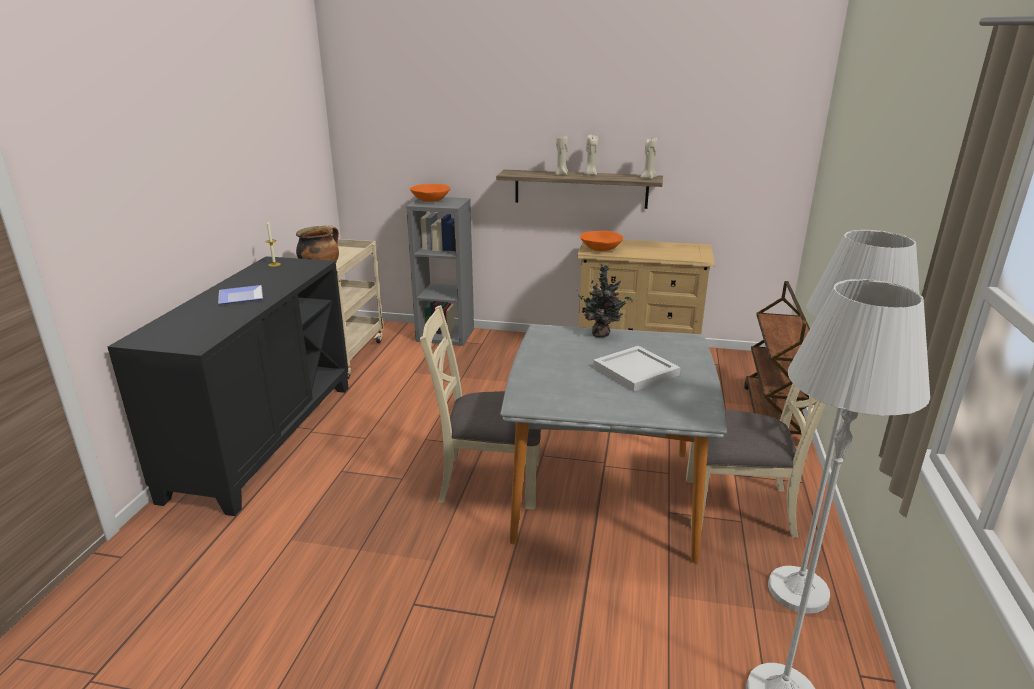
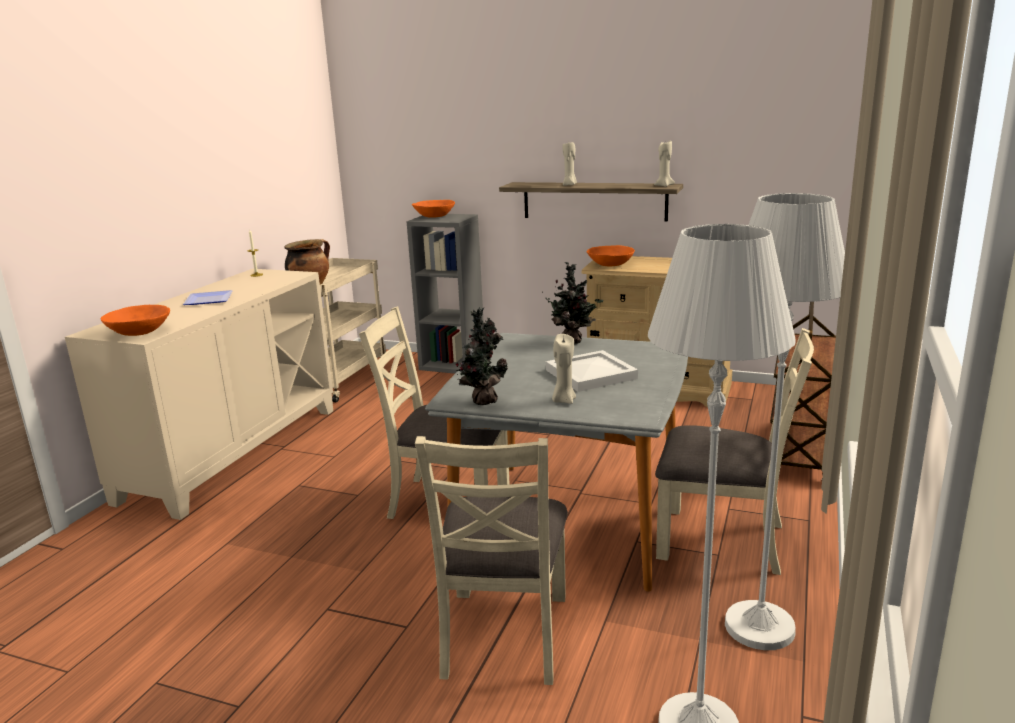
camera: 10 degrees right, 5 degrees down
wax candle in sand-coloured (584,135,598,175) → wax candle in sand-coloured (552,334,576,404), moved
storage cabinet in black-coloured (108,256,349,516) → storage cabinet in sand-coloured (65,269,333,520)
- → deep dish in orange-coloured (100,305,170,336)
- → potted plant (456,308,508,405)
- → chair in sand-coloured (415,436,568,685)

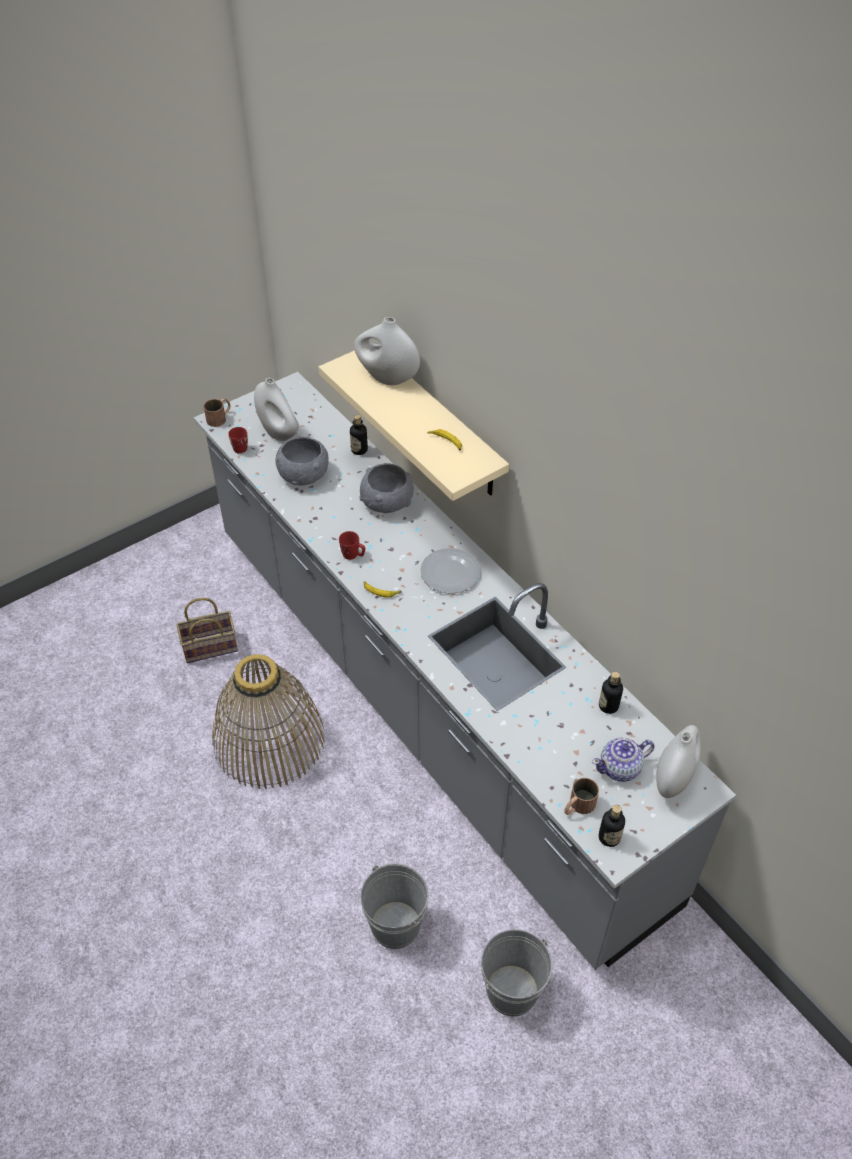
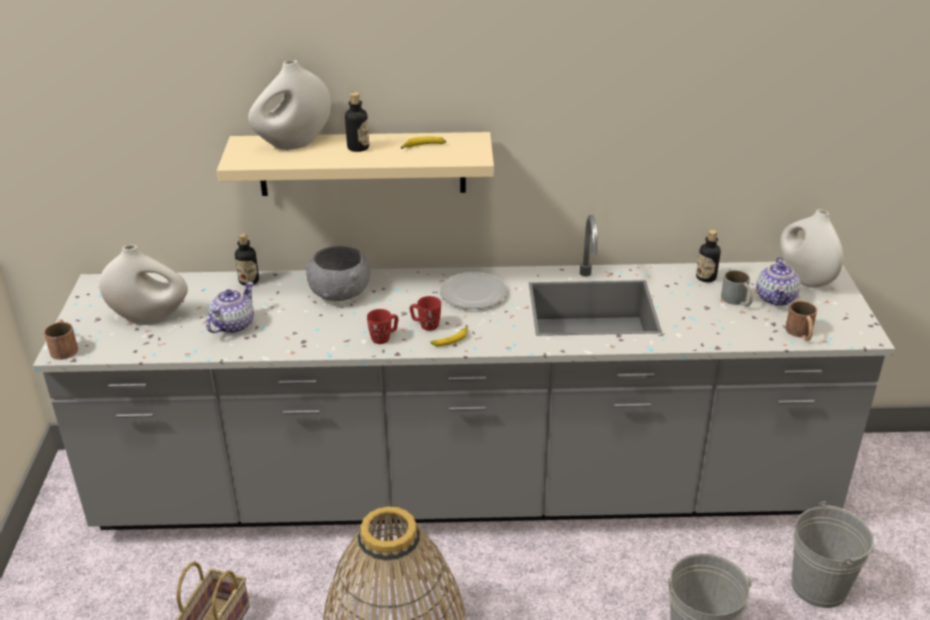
camera: 55 degrees left, 15 degrees down
tea mug in red (229,427,248,454) → tea mug in red (410,296,441,331), moved
deep dish in greyish (275,436,329,485) → pot for tea (206,282,254,333)
bottle (599,805,625,847) → bottle (345,92,369,152), moved
- → tea mug in greyish (721,270,753,306)

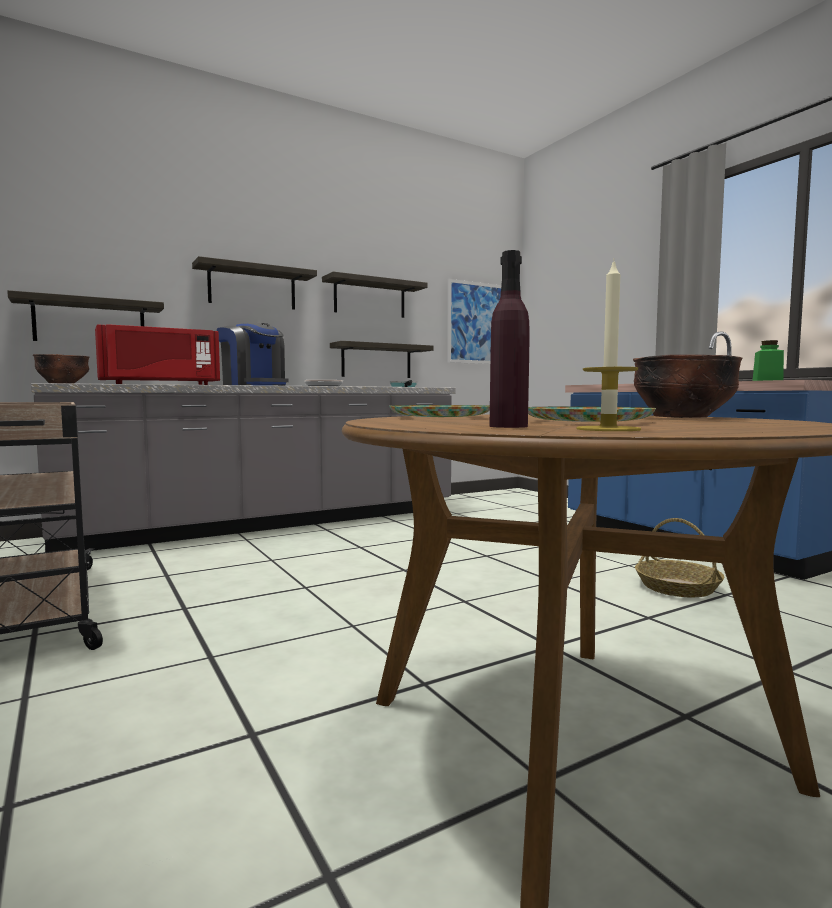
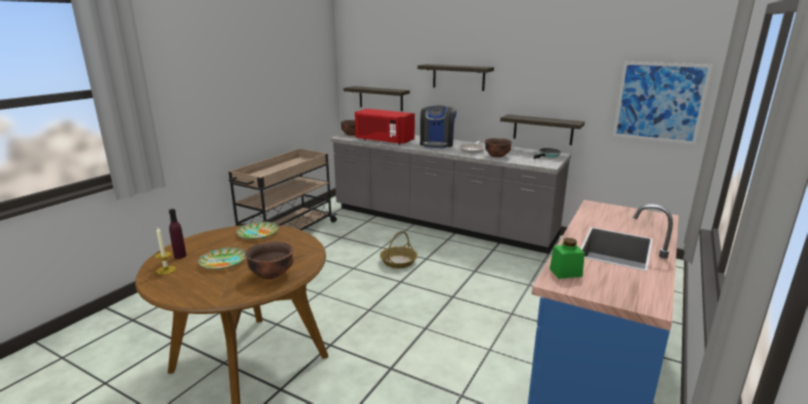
camera: 60 degrees right, 15 degrees up
wall shelf (322,272,428,318) → -
storage basket (635,518,724,597) → storage basket (380,231,418,268), moved
- → deep dish in brown-coloured (485,138,512,157)

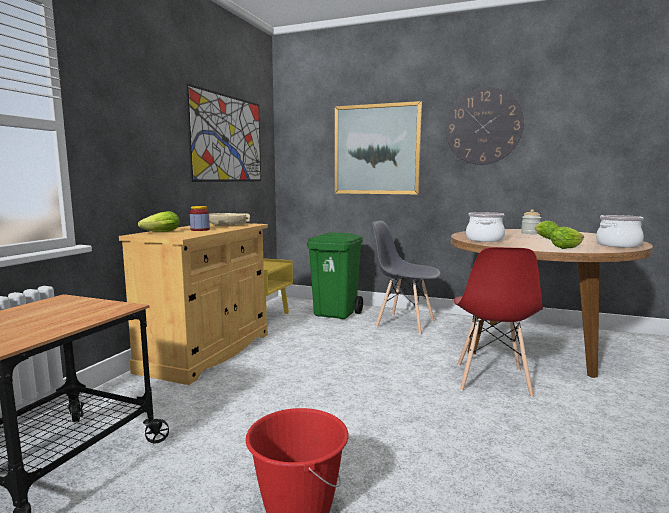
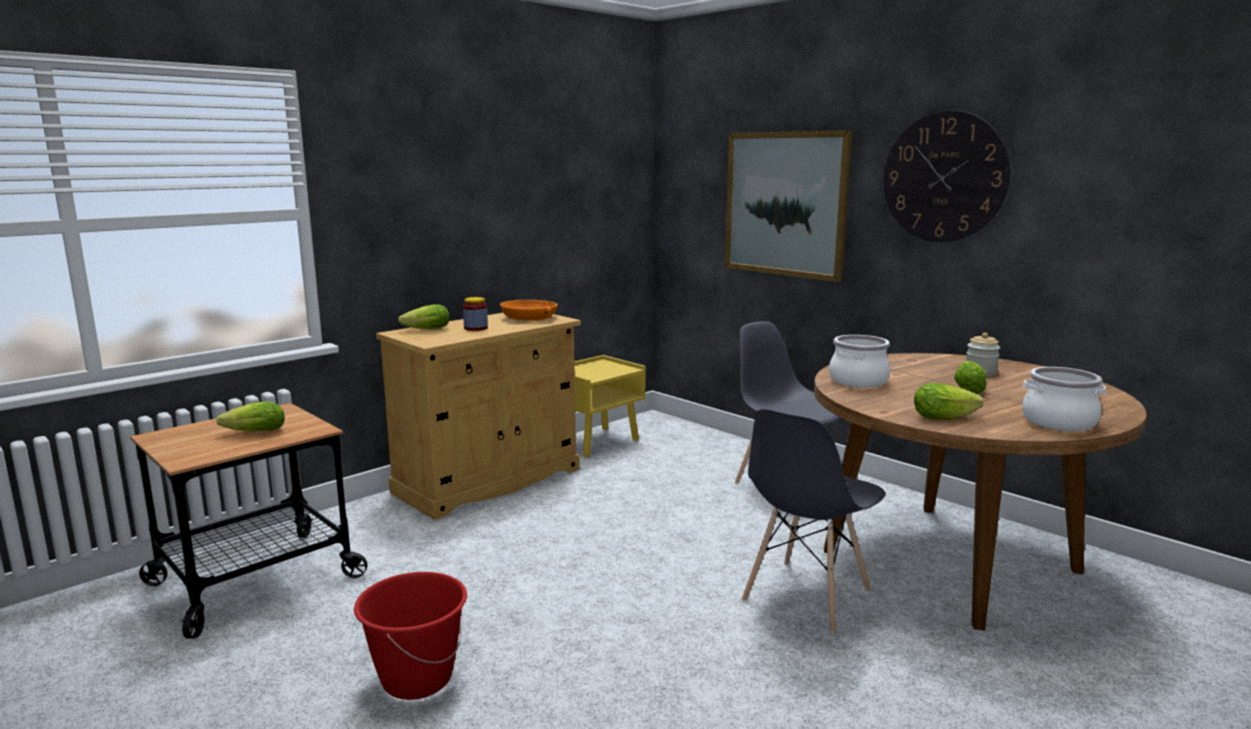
camera: 25 degrees right, 5 degrees up
picture (185,83,261,182) → -
deep dish in sand-coloured (209,213,250,225) → deep dish in orange-coloured (500,300,558,320)
trash can in green (307,232,363,319) → -
chair in red (454,247,543,398) → chair in greyish (742,409,885,634)
- → head of lettuce (216,401,285,432)

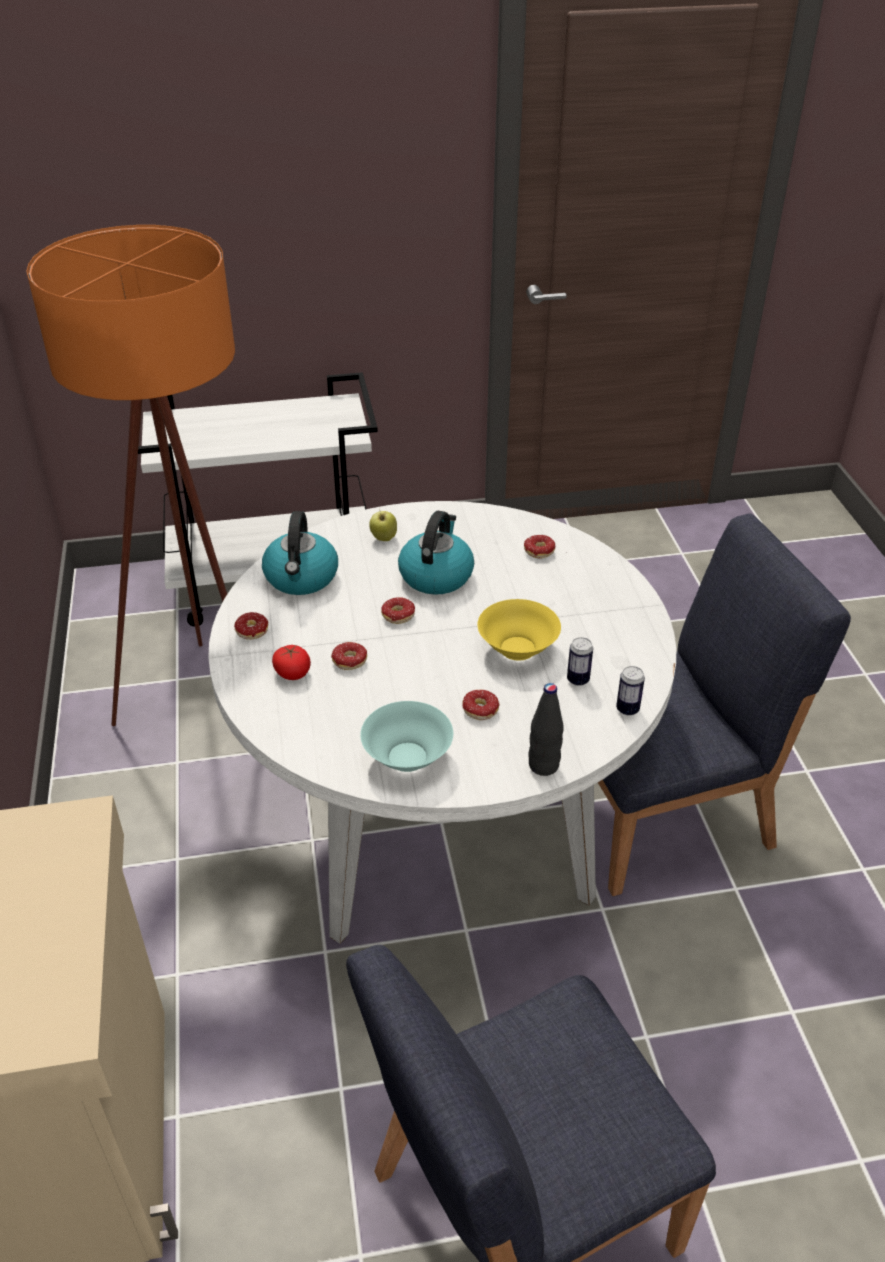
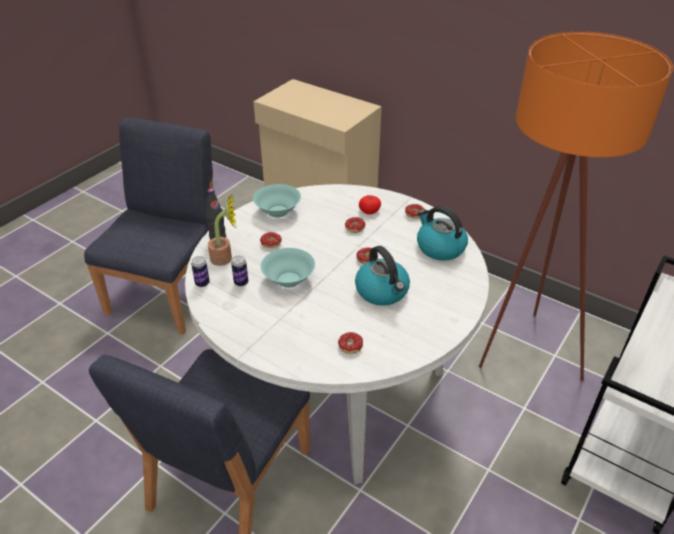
camera: 135 degrees right, 0 degrees up
apple (369,511,397,541) → -
deep dish in yellowish (477,599,561,660) → deep dish in blue-green (261,248,315,288)
- → potted plant (208,193,237,266)

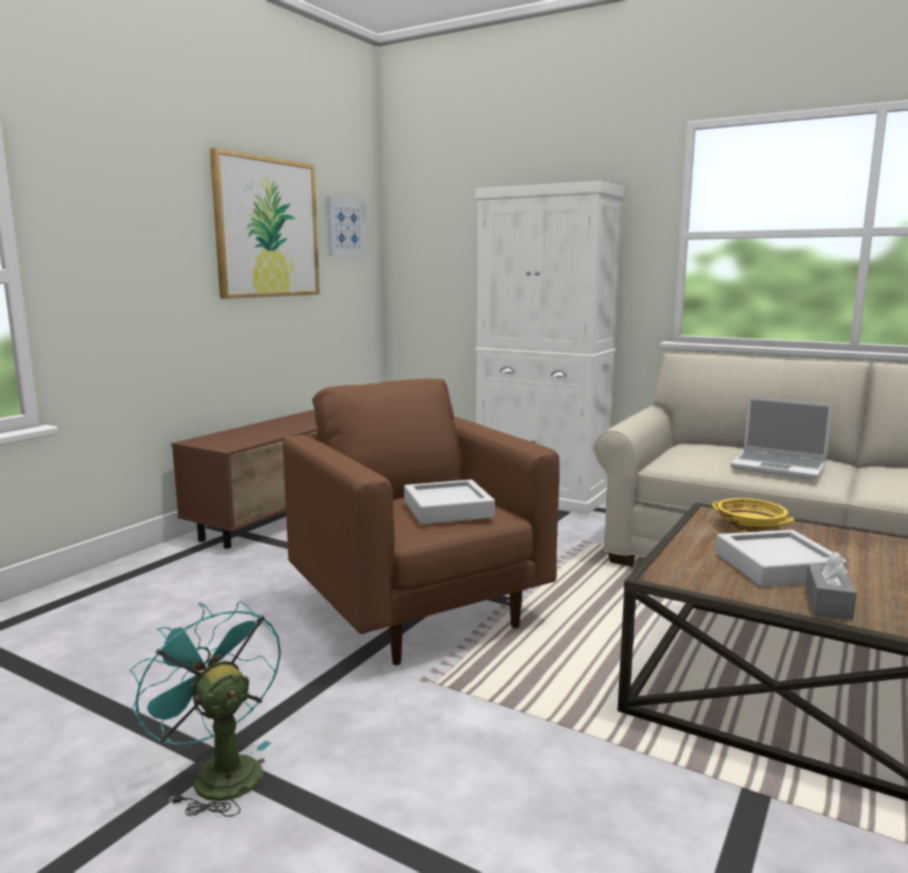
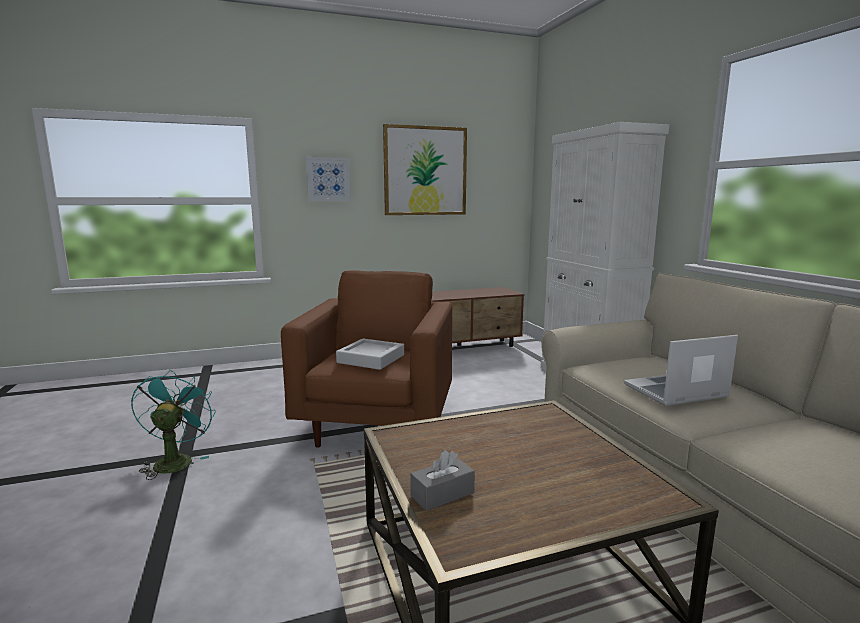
camera: 40 degrees right, 0 degrees up
picture (326,197,366,256) → picture (306,157,351,201), moved
portable computer (730,397,833,480) → portable computer (624,335,738,406), 90 degrees clockwise
deep dish in yellowish (712,498,794,532) → -
tray in greyish (716,530,847,587) → -

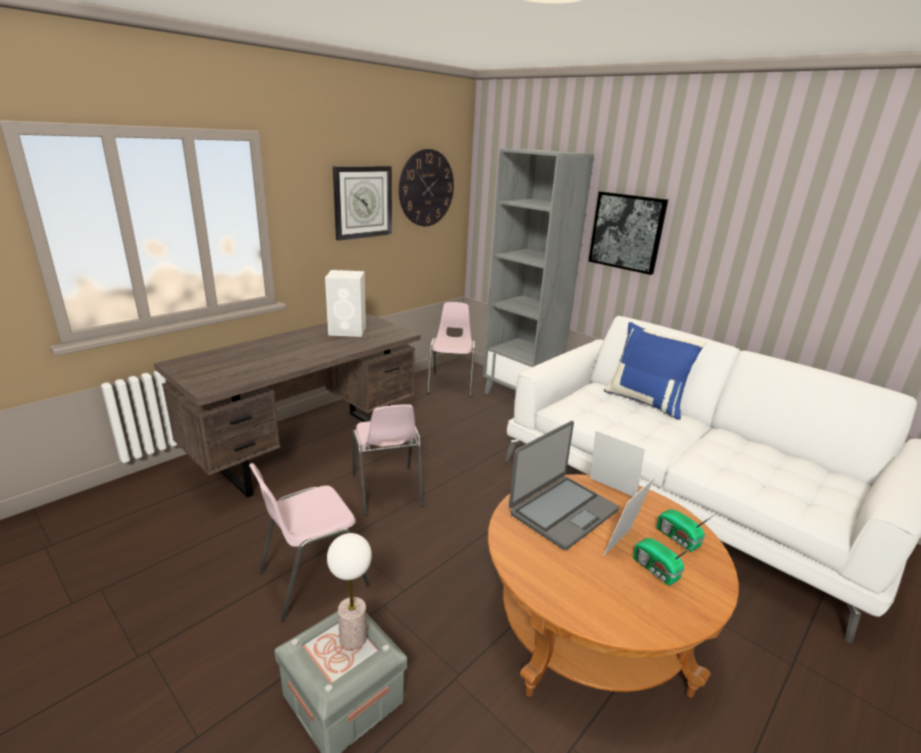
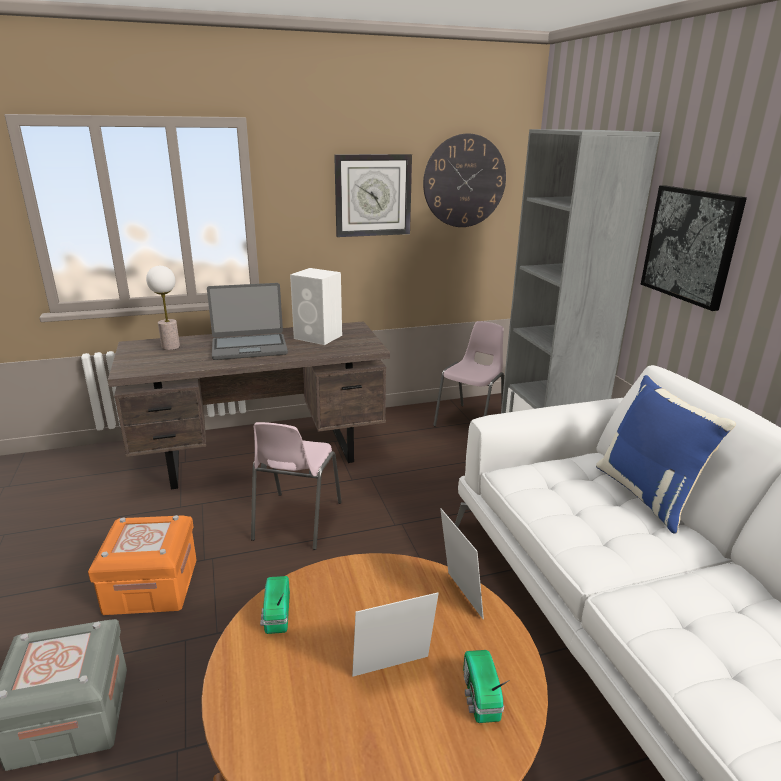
camera: 30 degrees right, 0 degrees up
portable computer (509,421,619,550) → portable computer (207,283,288,360), moved
chair in pink (249,463,370,622) → storage box in orange-coloured (88,515,197,615)
table lamp (327,533,372,649) → table lamp (146,266,180,350), moved
radio receiver (633,538,694,586) → radio receiver (260,576,290,634), moved

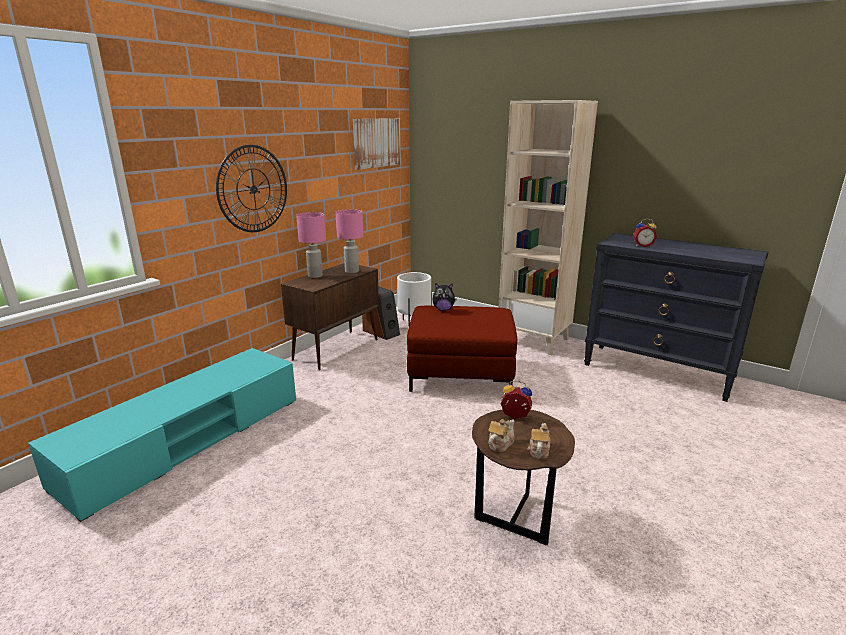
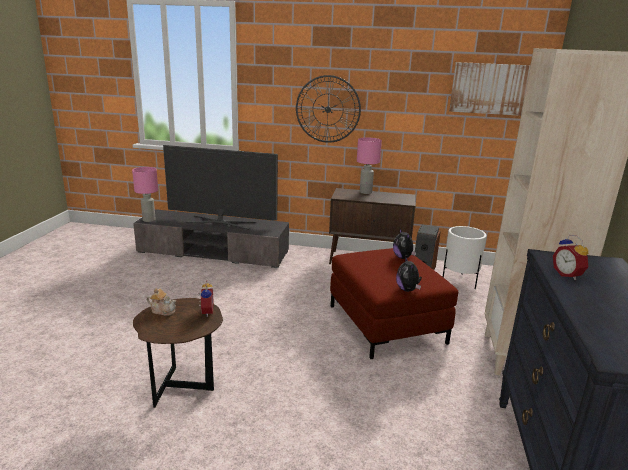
camera: 65 degrees right, 0 degrees up
table lamp in pink (335,209,363,273) → table lamp in pink (132,167,158,222), moved
tv stand in blue-green (28,348,296,522) → tv stand in greyish (133,209,289,268)
pot for tea (527,423,551,459) → -
- → television (163,145,278,230)
- → plush toy (396,256,422,292)

